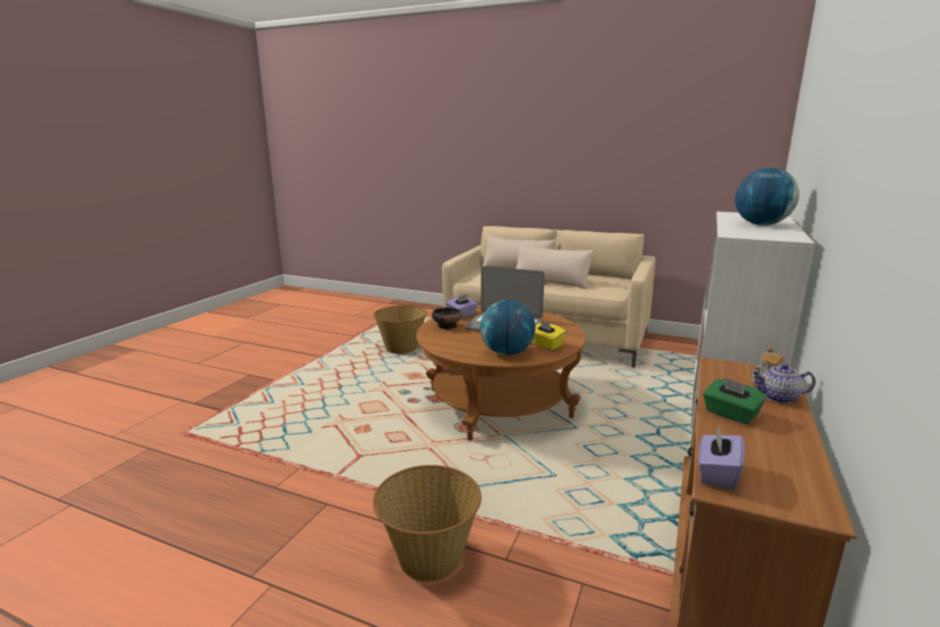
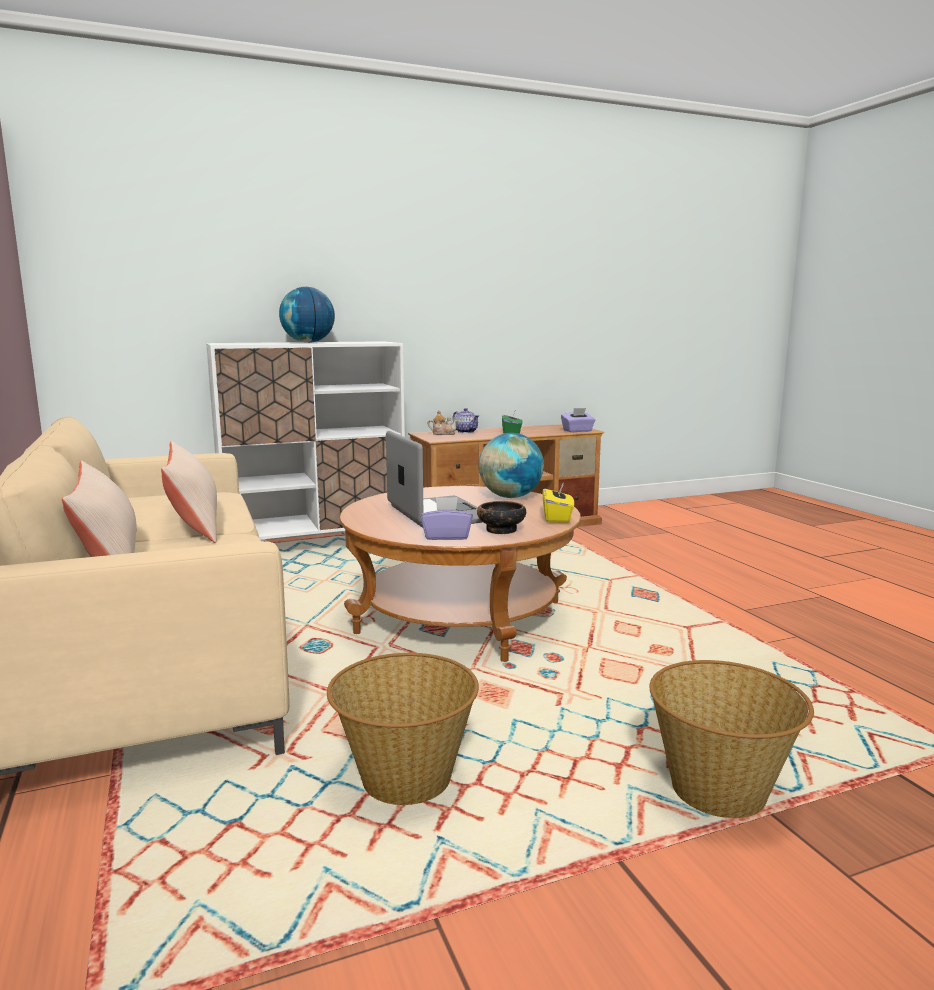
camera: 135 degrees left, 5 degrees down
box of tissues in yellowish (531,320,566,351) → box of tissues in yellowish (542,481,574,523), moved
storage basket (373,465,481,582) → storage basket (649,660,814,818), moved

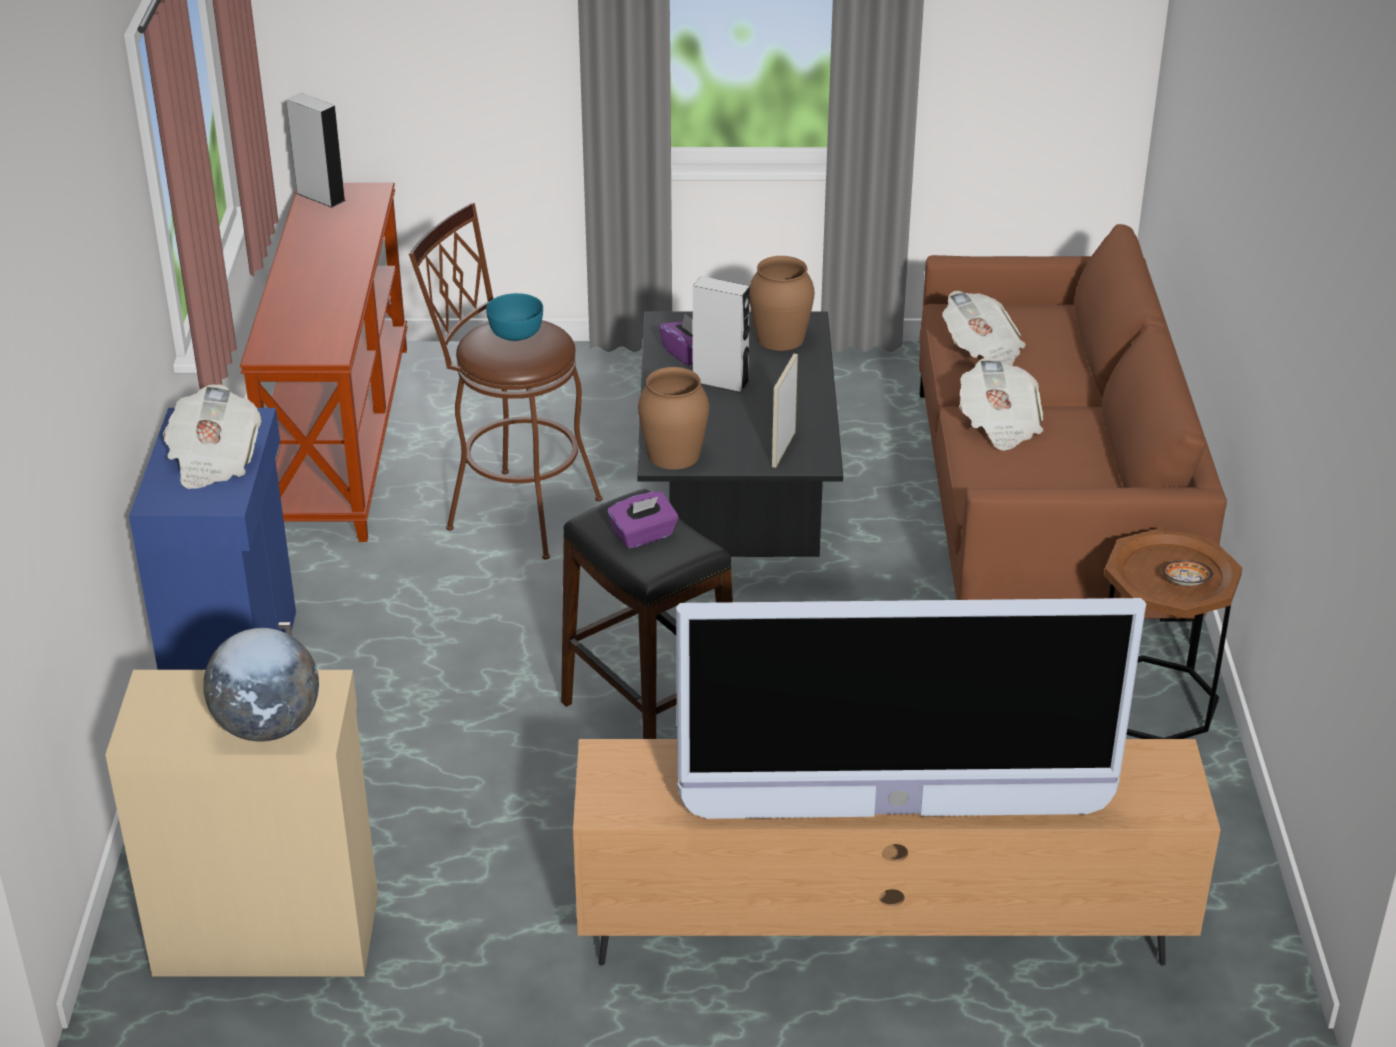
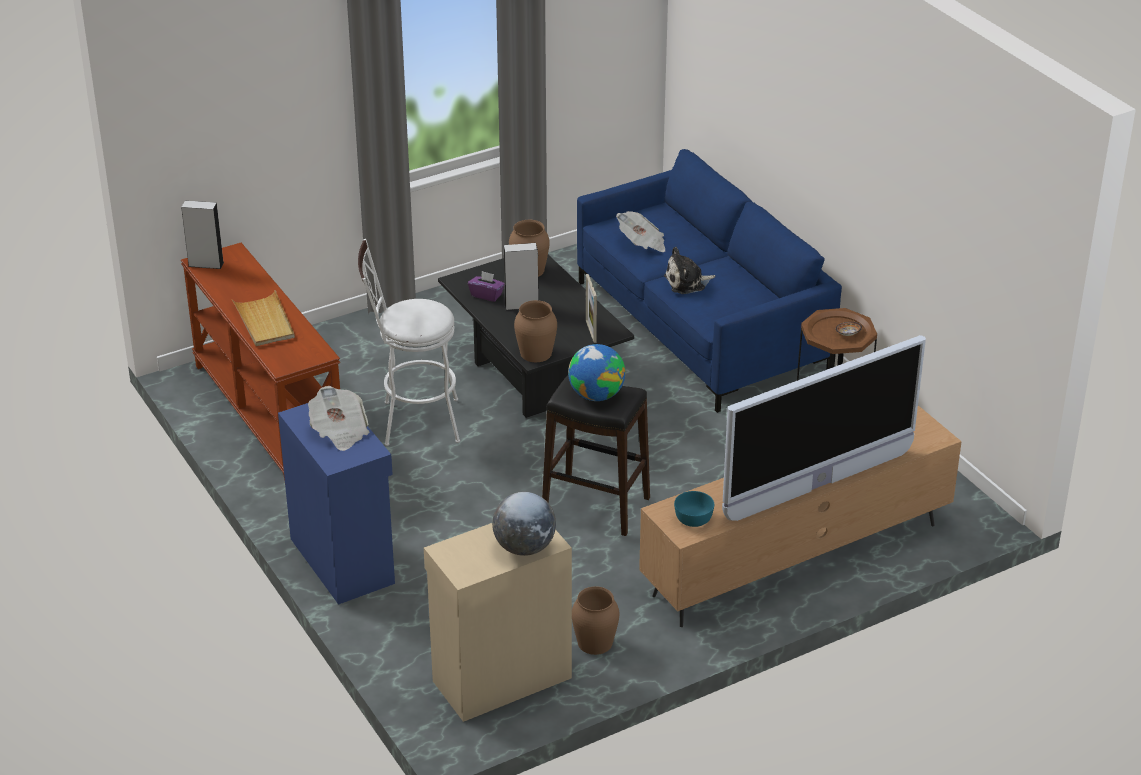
camera: 30 degrees left, 0 degrees up
sitting stool in brown-coloured (409,203,602,560) → sitting stool in white-coloured (358,239,460,446)
sofa in brown-coloured (919,224,1227,644) → sofa in blue (577,149,842,413)
deep dish in blue-green (486,293,543,341) → deep dish in blue-green (674,491,714,527), moved
newspaper (959,357,1043,451) → plush toy (664,247,715,294)
box of tissues in purple (607,491,678,549) → desk globe (568,344,625,401)
- → tray in sand-coloured (232,290,295,346)
- → flower vase in brown-coloured (572,586,619,655)

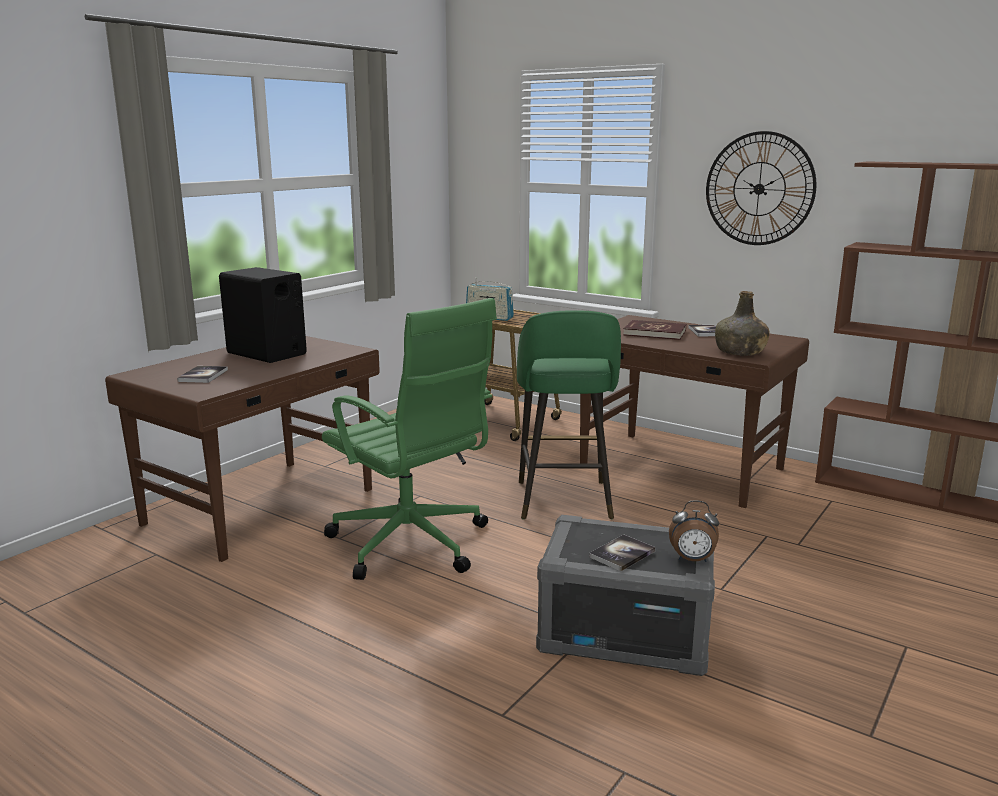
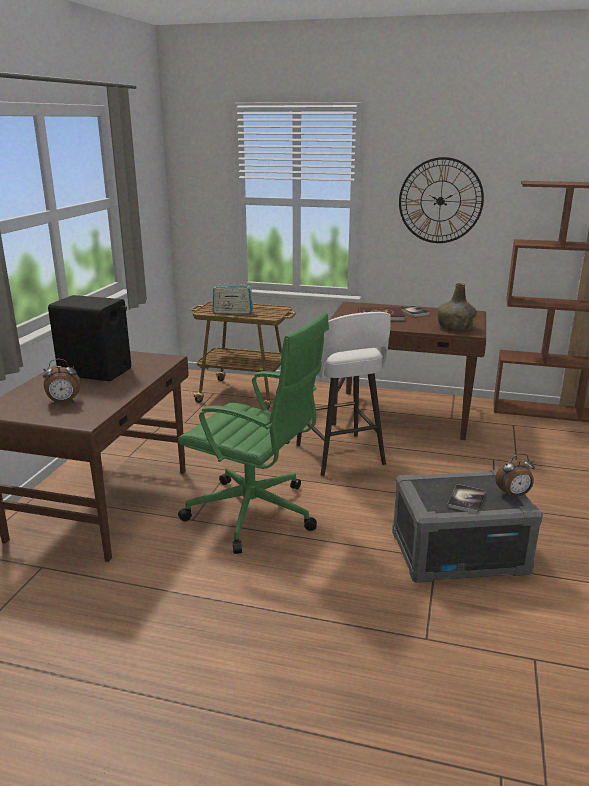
camera: 20 degrees left, 5 degrees up
sitting stool in green (517,310,621,519) → sitting stool in white-coloured (296,312,391,477)
bound book (177,366,228,383) → bedside clock (42,359,80,404)

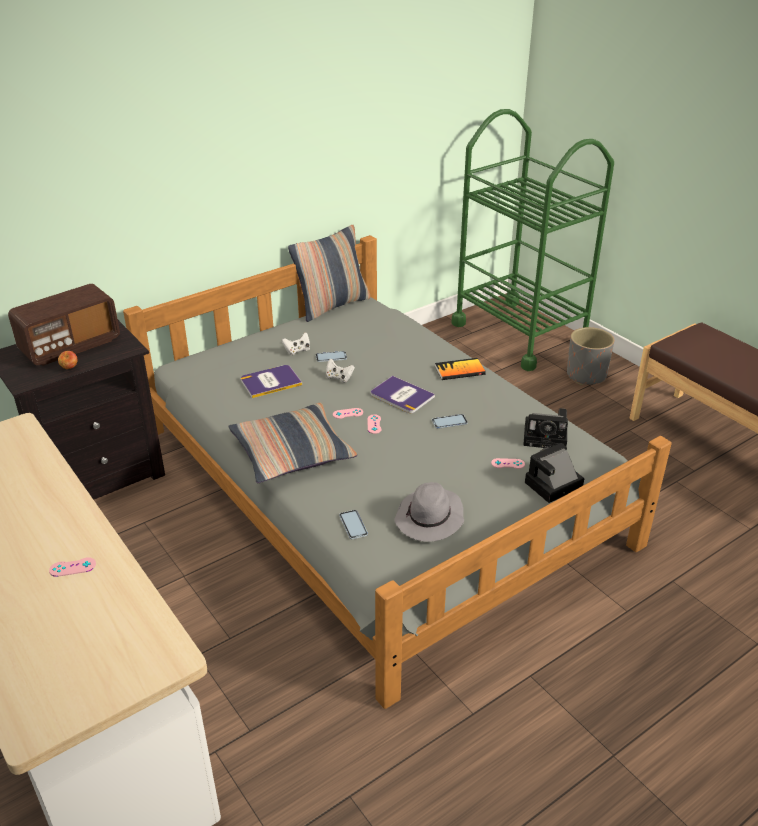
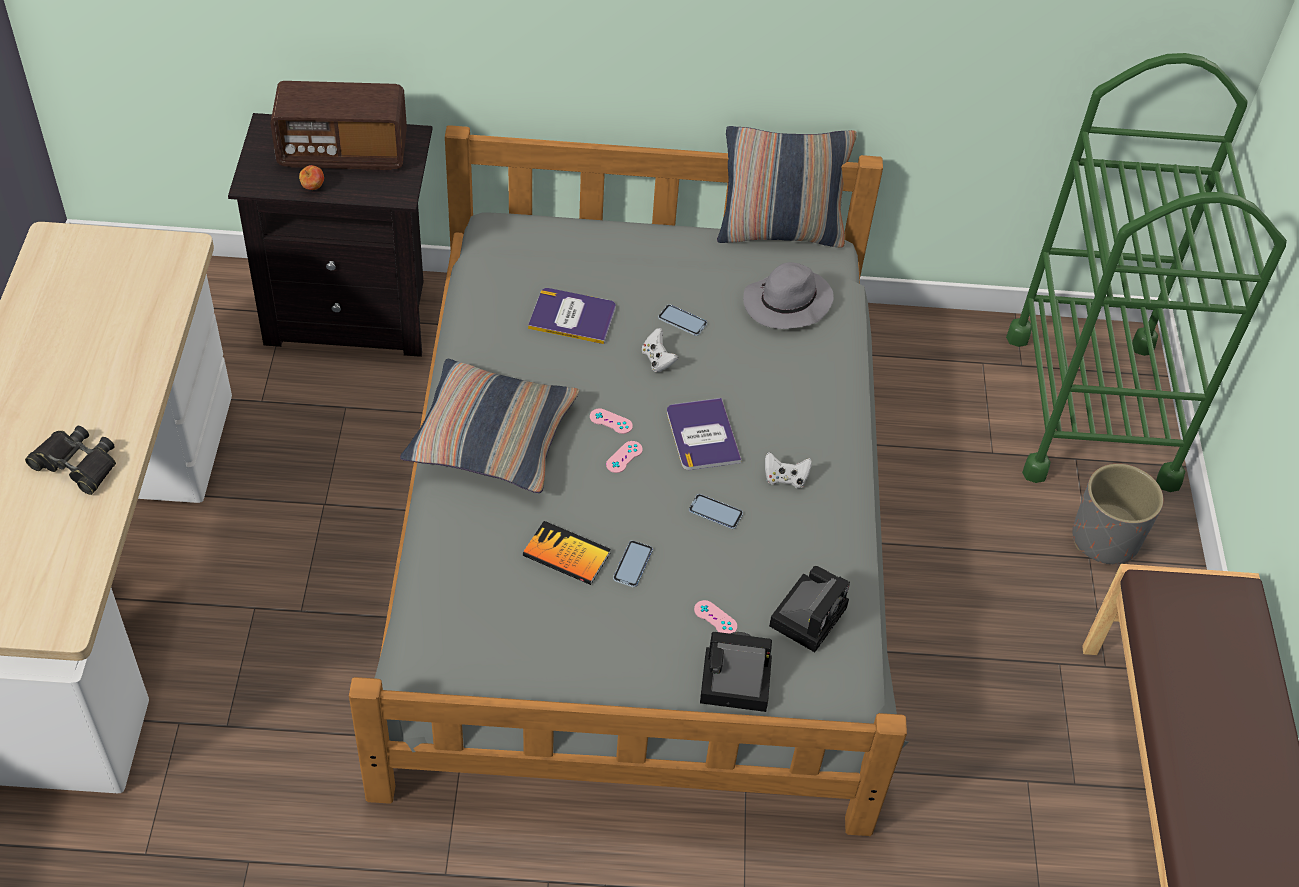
camera: 35 degrees right, 15 degrees up
game controller in white-coloured (282,332,310,355) → game controller in white-coloured (765,452,812,488), moved
bound book (435,358,486,380) → bound book (523,521,611,585), moved
still camera (523,408,568,448) → still camera (769,566,850,652), 105 degrees counterclockwise
hat in greyish (394,482,464,542) → hat in greyish (743,262,834,329), moved
phone (339,510,368,539) → phone (613,540,653,587), moved
game controller in pink (49,557,96,577) → binoculars in black-coloured (25,426,116,495)

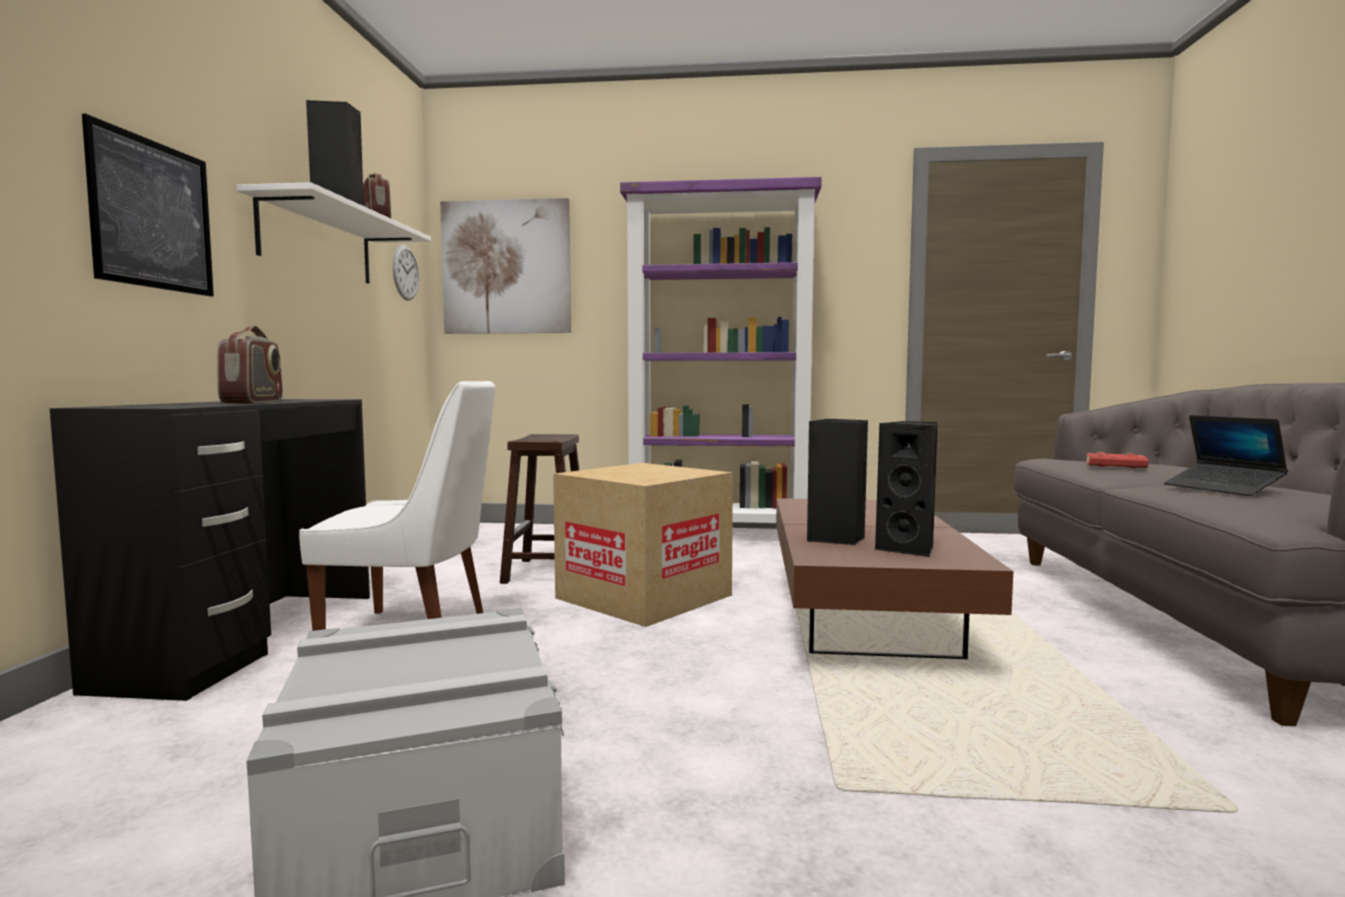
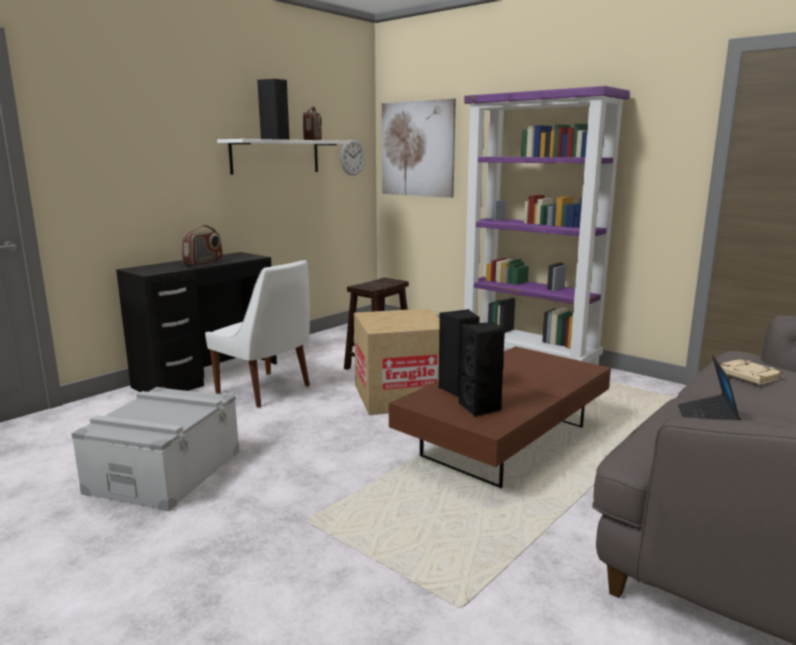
camera: 35 degrees right, 10 degrees up
picture (82,114,214,297) → -
bound book in red (1086,452,1149,468) → bound book in sand-coloured (720,359,783,385)

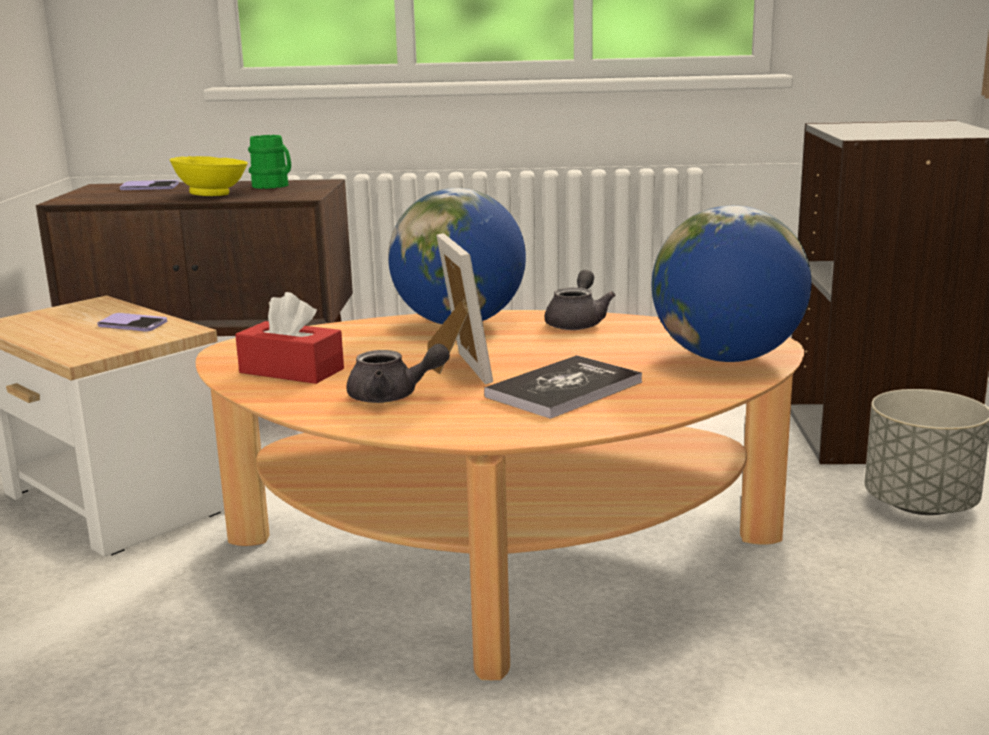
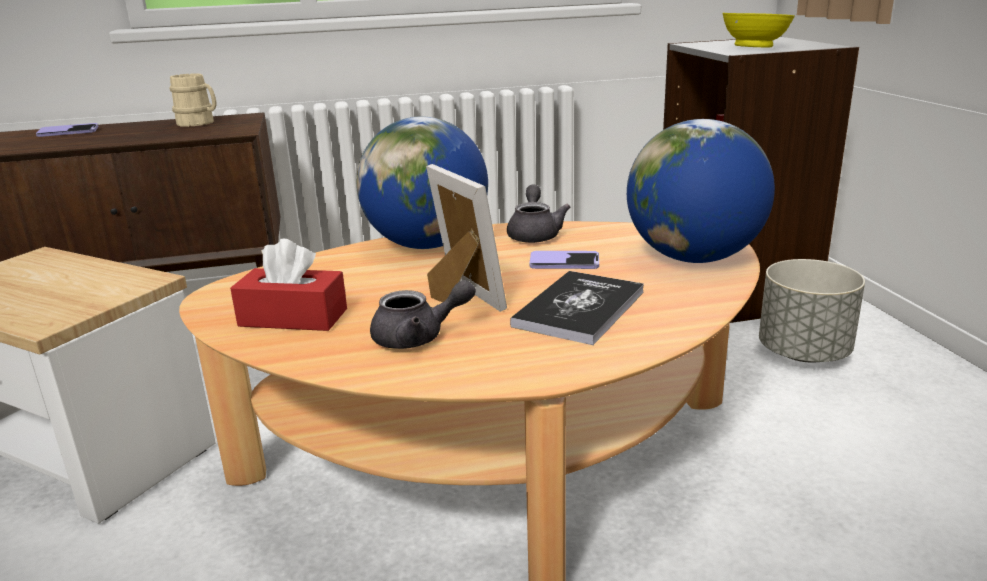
camera: 15 degrees left, 5 degrees up
tea mug in green (248,135,291,189) → tea mug in sand-coloured (170,73,217,127)
deep dish in yellowish (170,156,248,196) → deep dish in yellowish (723,13,795,48), moved
phone (97,313,167,332) → phone (530,251,599,269), moved

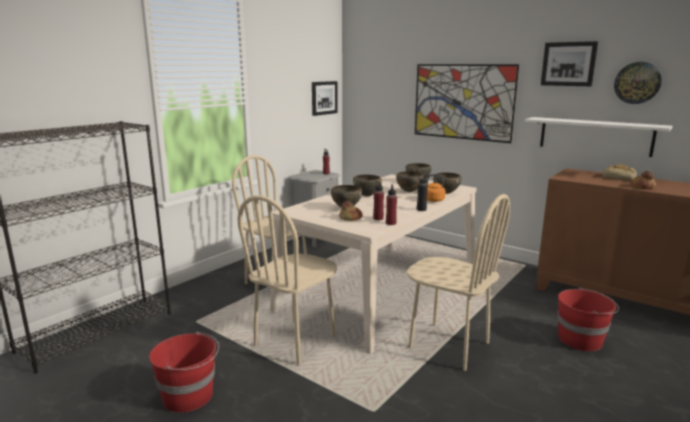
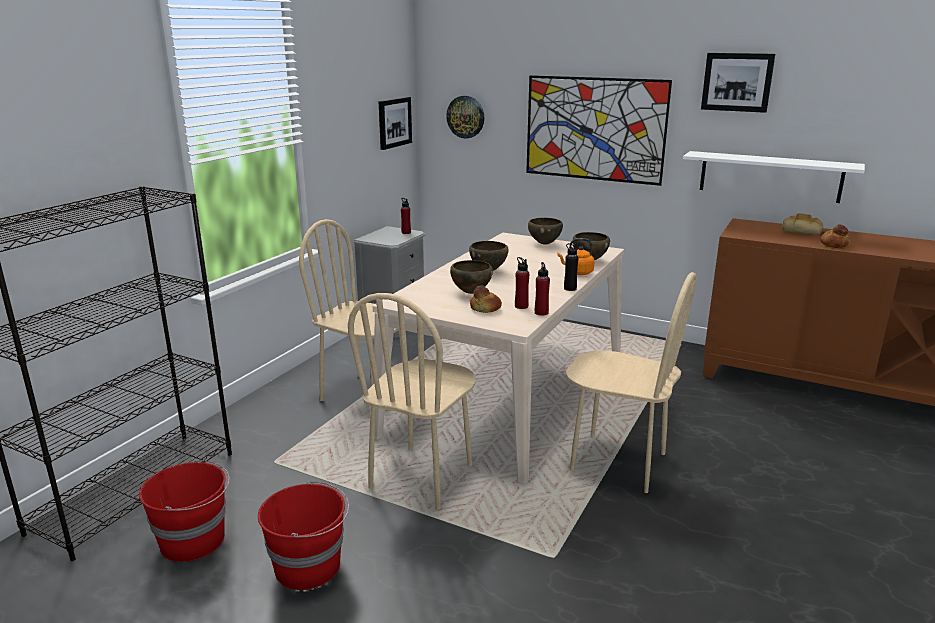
camera: 10 degrees left, 5 degrees up
hanging clock (614,62,662,104) → hanging clock (446,96,484,139), moved
deep dish in brown-coloured (396,171,424,192) → -
pail in red (557,288,619,351) → pail in red (139,460,230,562), moved

